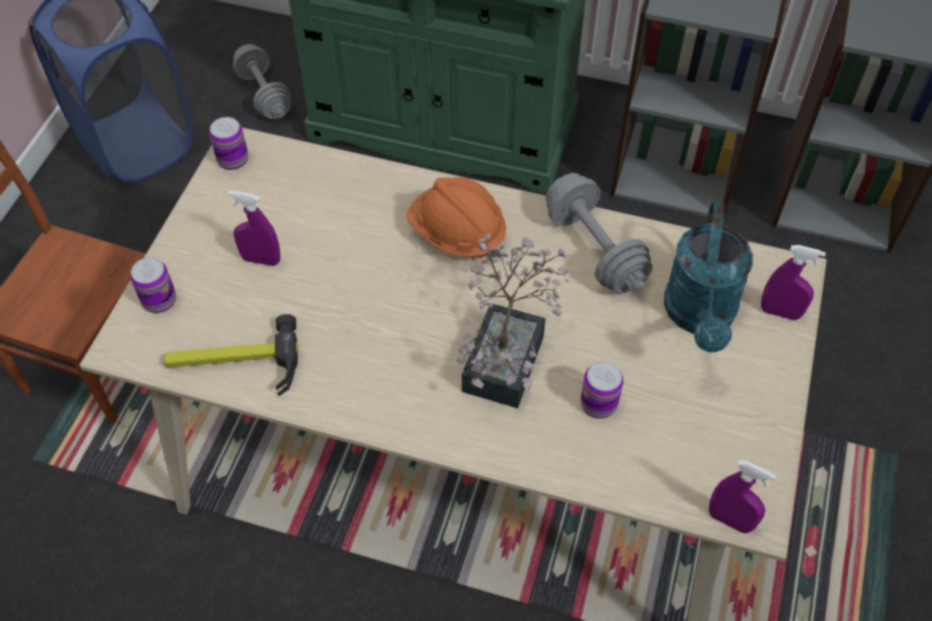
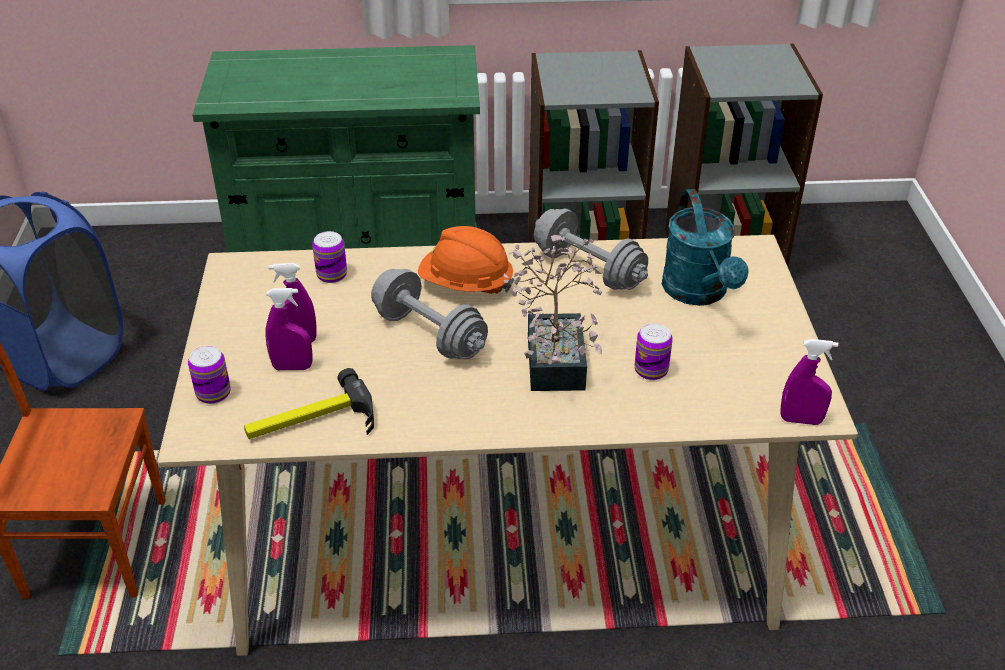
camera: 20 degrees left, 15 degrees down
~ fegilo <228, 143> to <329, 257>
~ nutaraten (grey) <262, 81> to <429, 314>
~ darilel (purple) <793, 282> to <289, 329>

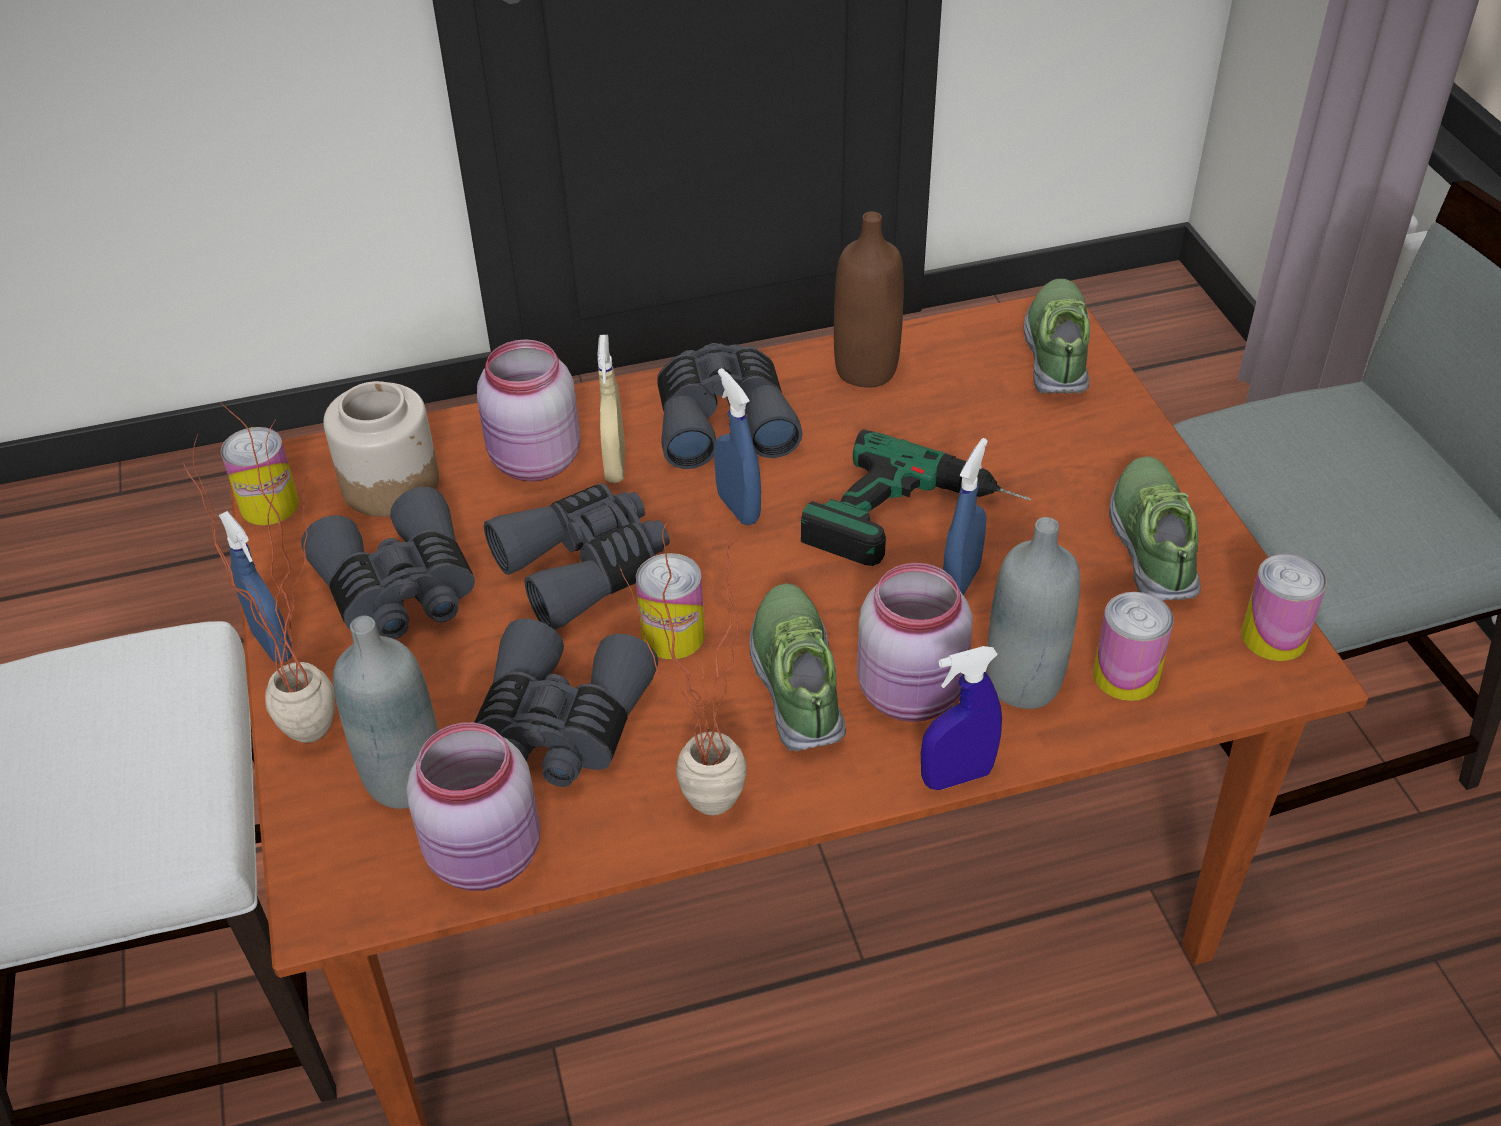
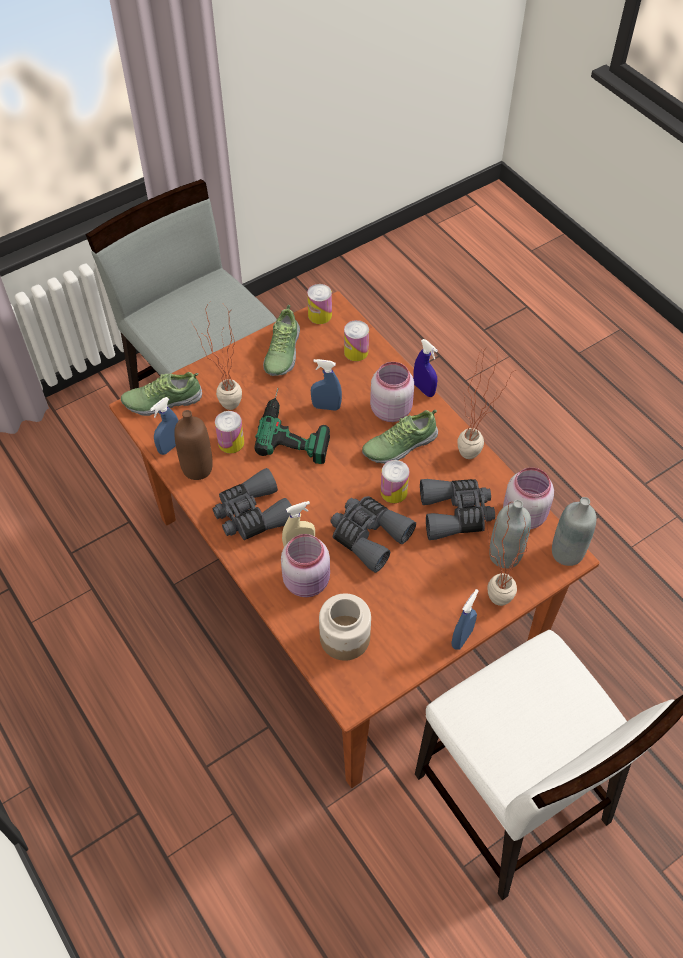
camera: 110 degrees left, 10 degrees up
~ fegilo <260, 476> to <229, 432>
- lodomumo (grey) <388, 563>
~ darilel (blue) <737, 446> to <164, 426>
~ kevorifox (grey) <1033, 613> to <574, 531>
~ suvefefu <1155, 528> = <281, 340> 60 degrees counterclockwise
+ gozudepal <216, 355>

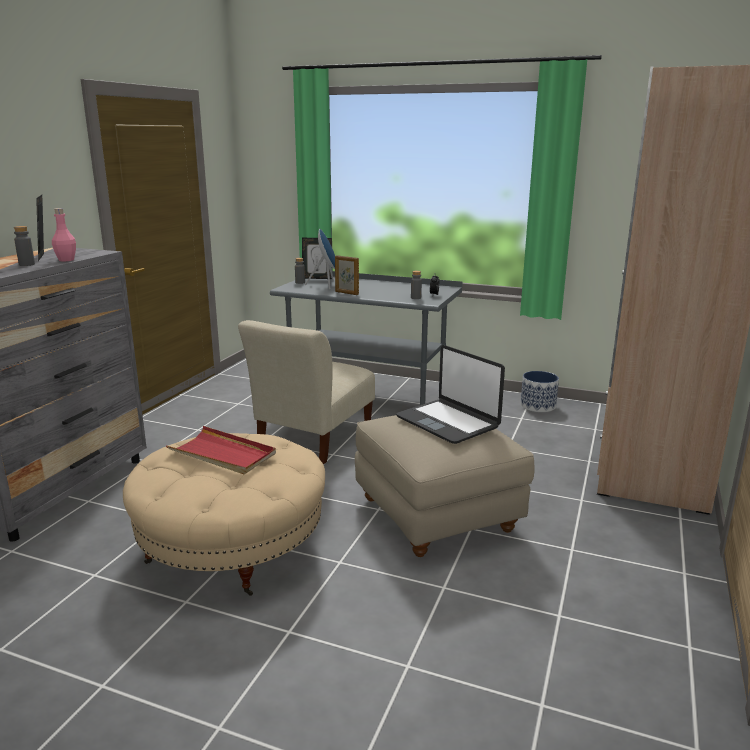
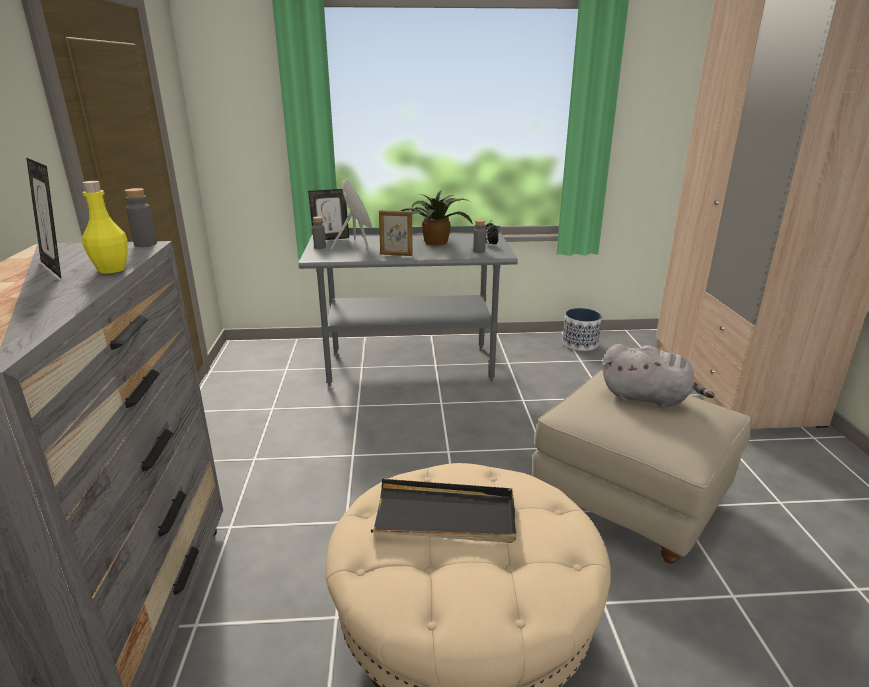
camera: 25 degrees left, 5 degrees up
~ kevorifox (grey) <24, 246> to <141, 217>
~ kevorifox (pink) <64, 234> to kevorifox (yellow) <105, 227>
~ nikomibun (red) <221, 450> to nikomibun (black) <444, 511>
- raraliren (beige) <306, 392>
~ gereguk <450, 394> to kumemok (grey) <658, 376>
+ gozudepal <437, 217>

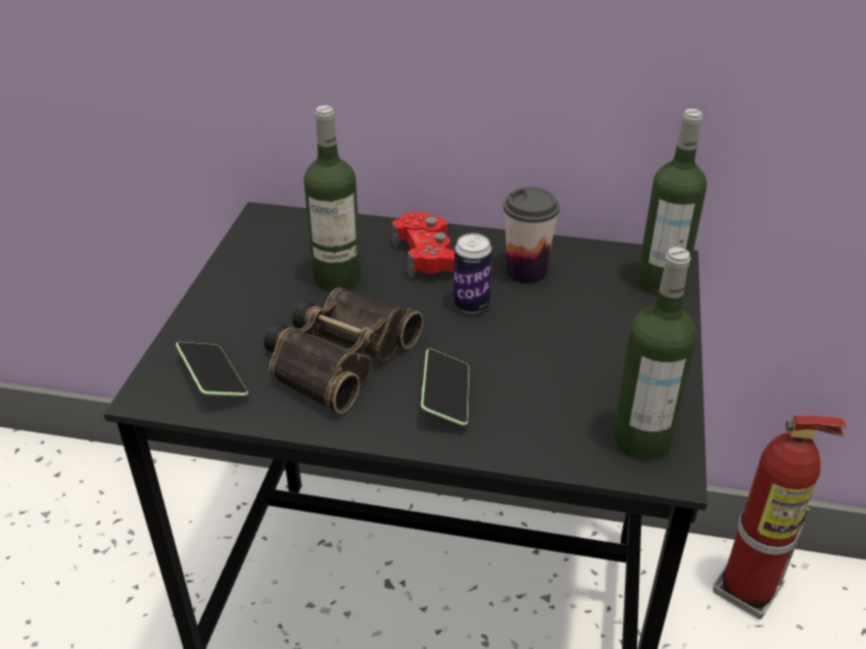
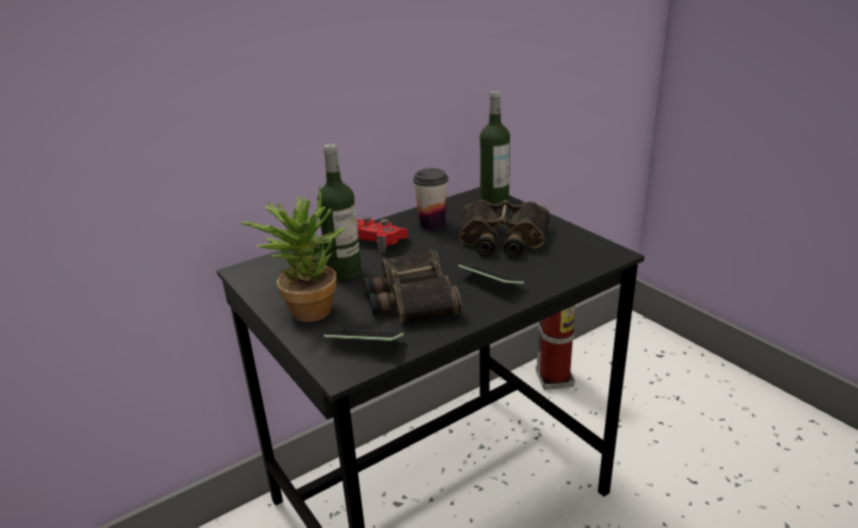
camera: 45 degrees left, 10 degrees down
- fegilo <473, 273>
- kevorifox <655, 353>
+ gozudepal <293, 253>
+ lodomumo <504, 228>

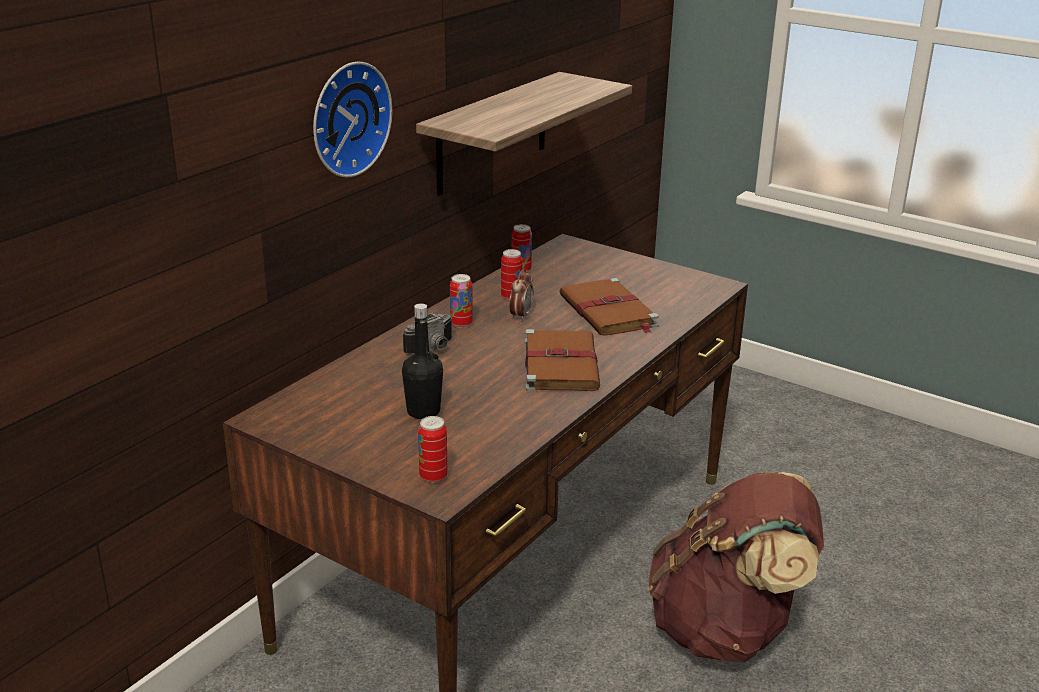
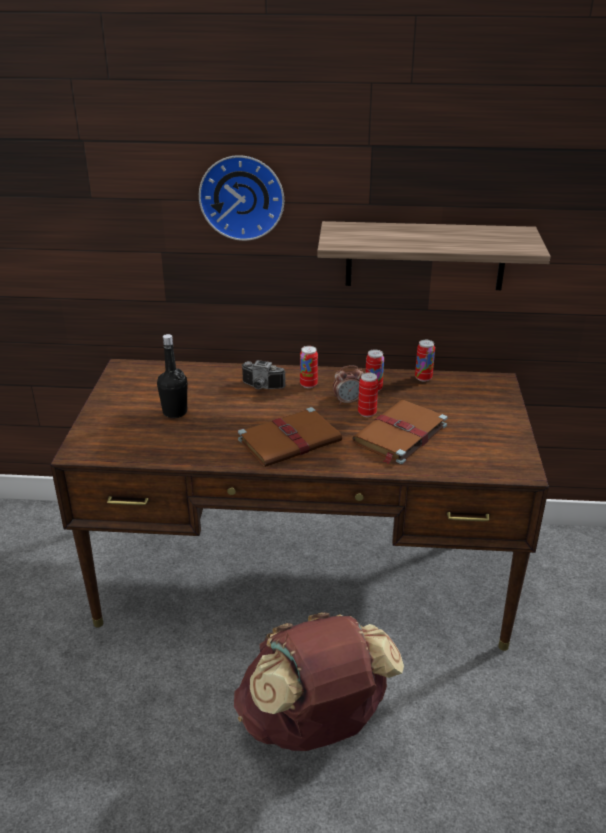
camera: 60 degrees right, 5 degrees up
~ fegilo <432, 449> to <368, 395>

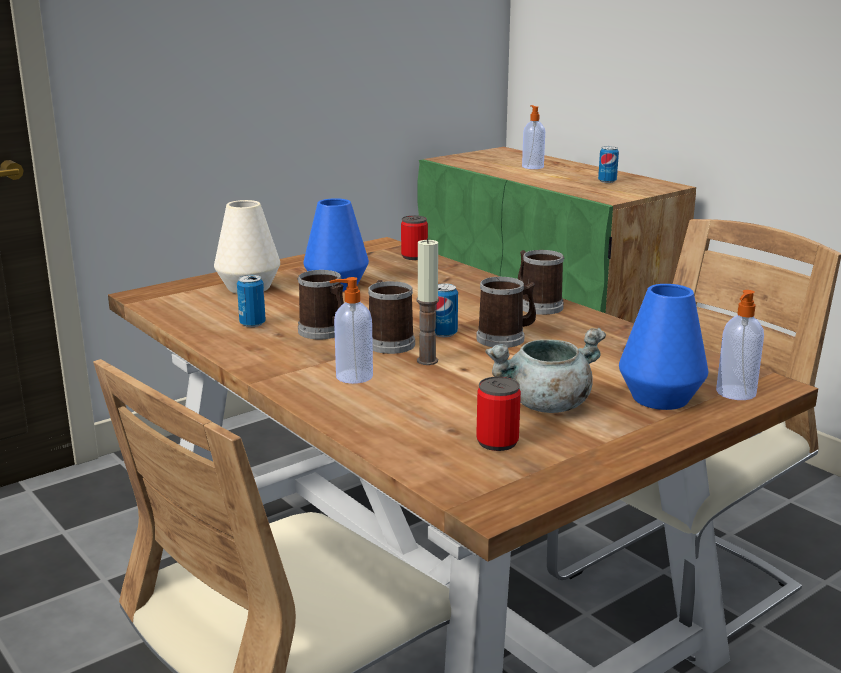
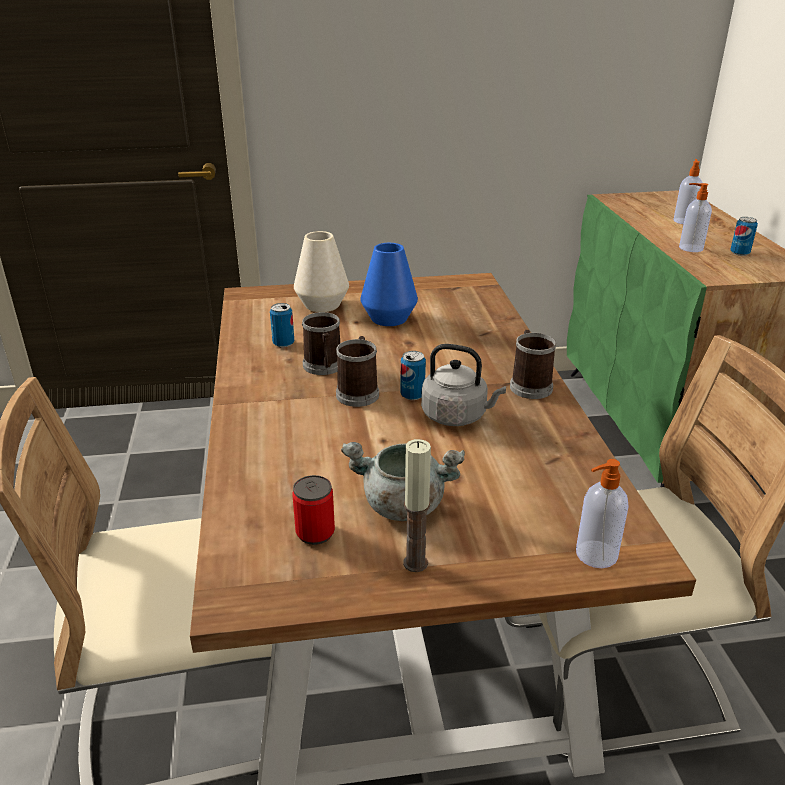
camera: 30 degrees right, 10 degrees up
~ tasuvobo <351, 330> to <695, 217>
- fegilo <414, 237>
~ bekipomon <428, 301> to <417, 505>
~ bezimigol <506, 312> to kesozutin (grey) <463, 385>
- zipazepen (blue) <663, 347>

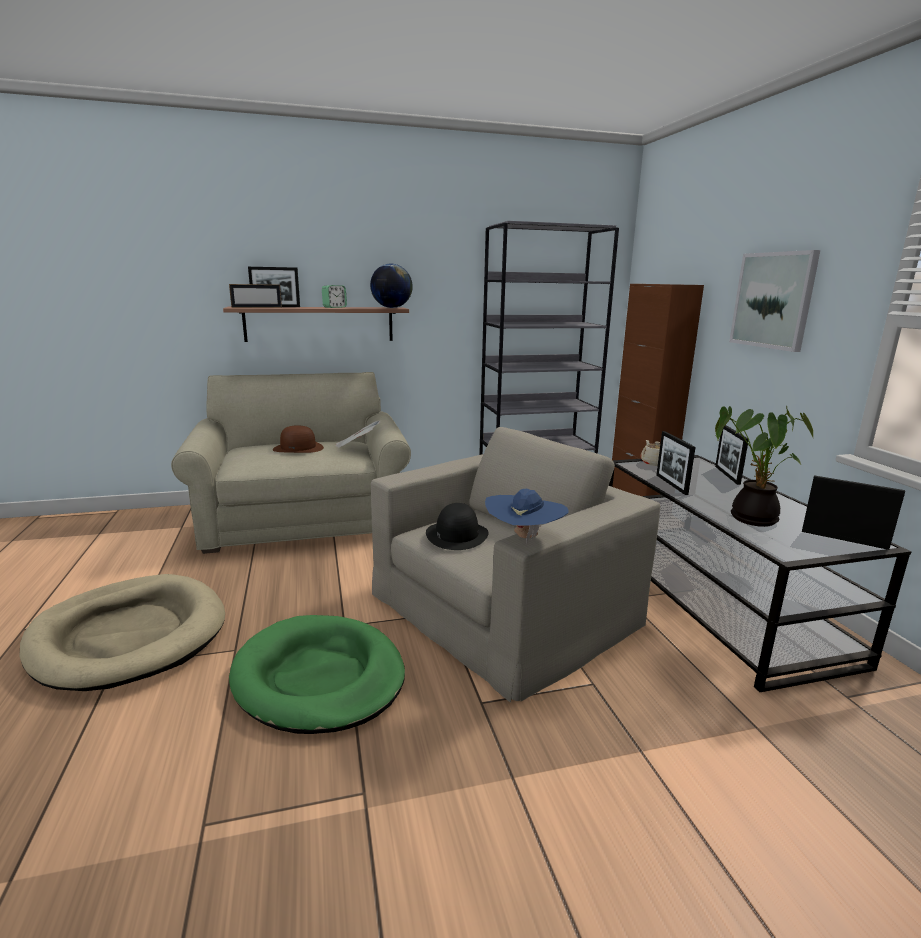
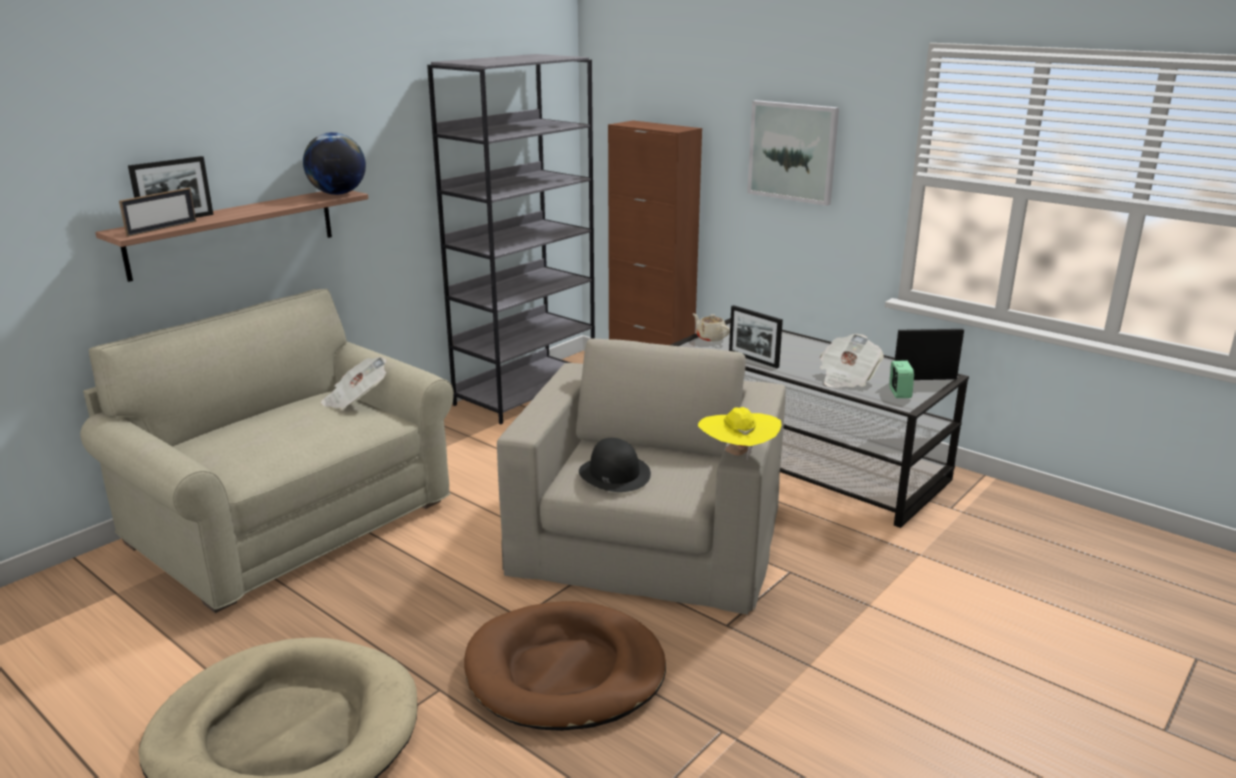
camera: 35 degrees left, 5 degrees up
~ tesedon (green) <317, 674> to tesedon (brown) <565, 666>
- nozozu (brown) <298, 439>
~ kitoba <334, 296> to <901, 379>
~ nozozu (blue) <527, 516> to nozozu (yellow) <740, 433>
~ gozudepal <764, 466> to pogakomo <852, 361>
- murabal <731, 455>

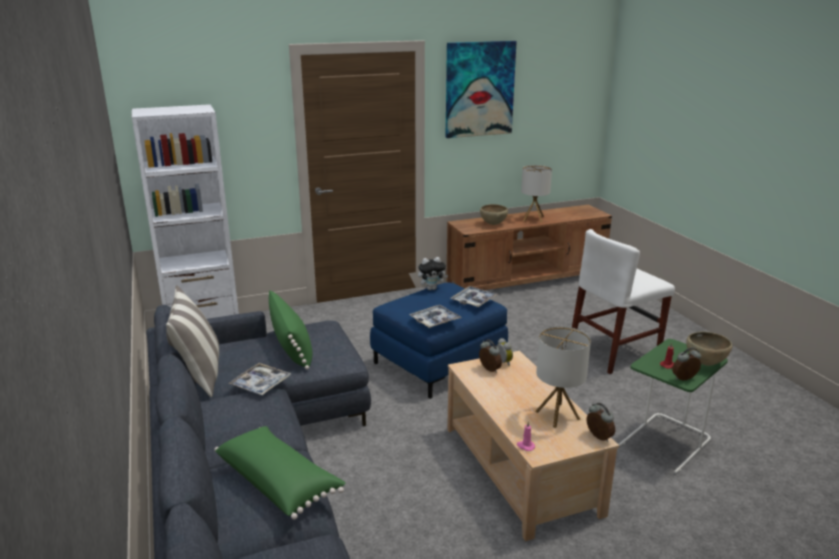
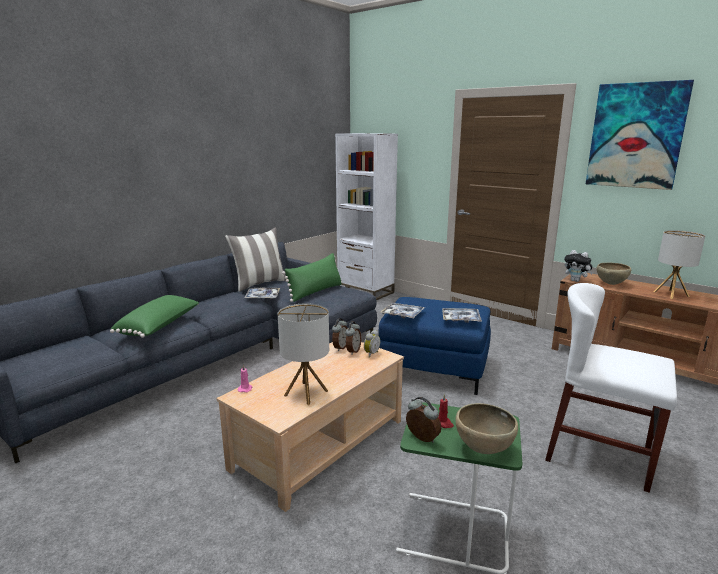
camera: 60 degrees right, 5 degrees down
~ kumemok <433, 273> to <578, 266>
~ kitoba <600, 422> to <340, 334>

